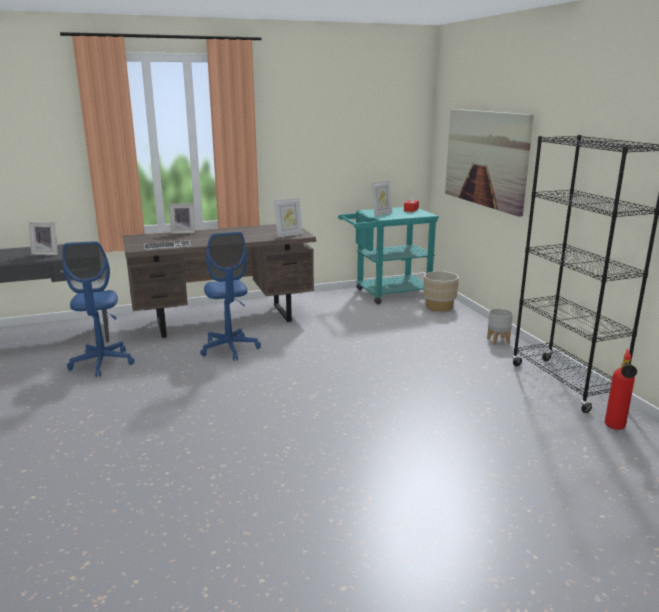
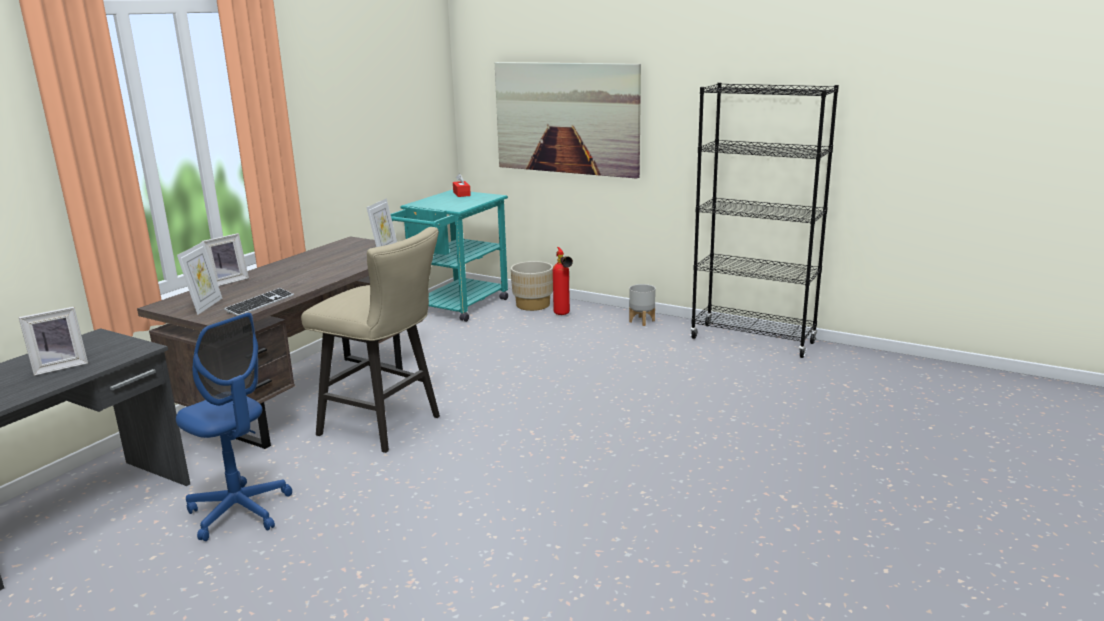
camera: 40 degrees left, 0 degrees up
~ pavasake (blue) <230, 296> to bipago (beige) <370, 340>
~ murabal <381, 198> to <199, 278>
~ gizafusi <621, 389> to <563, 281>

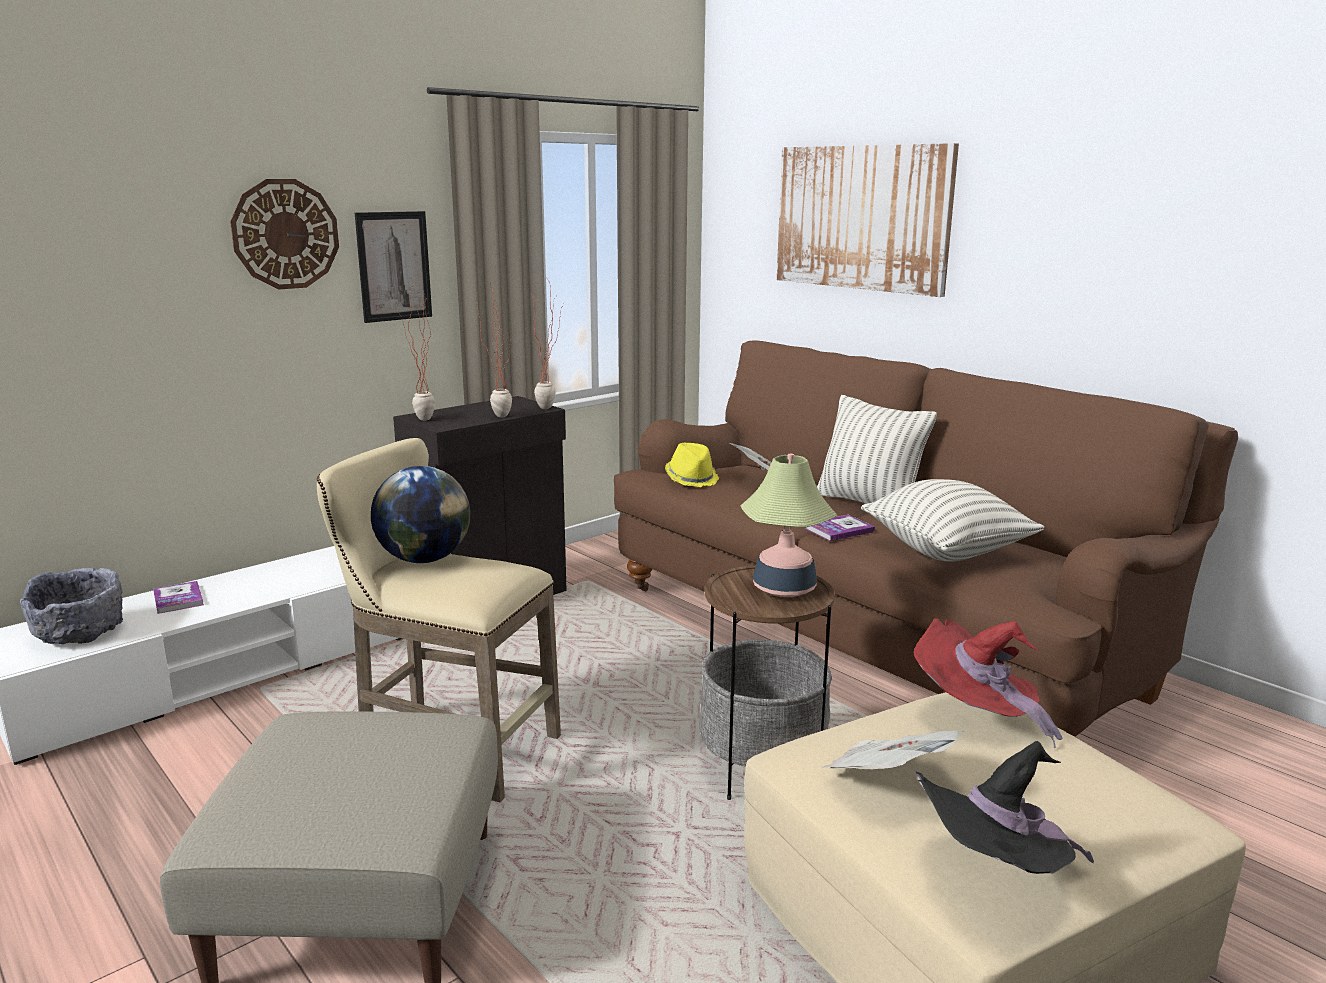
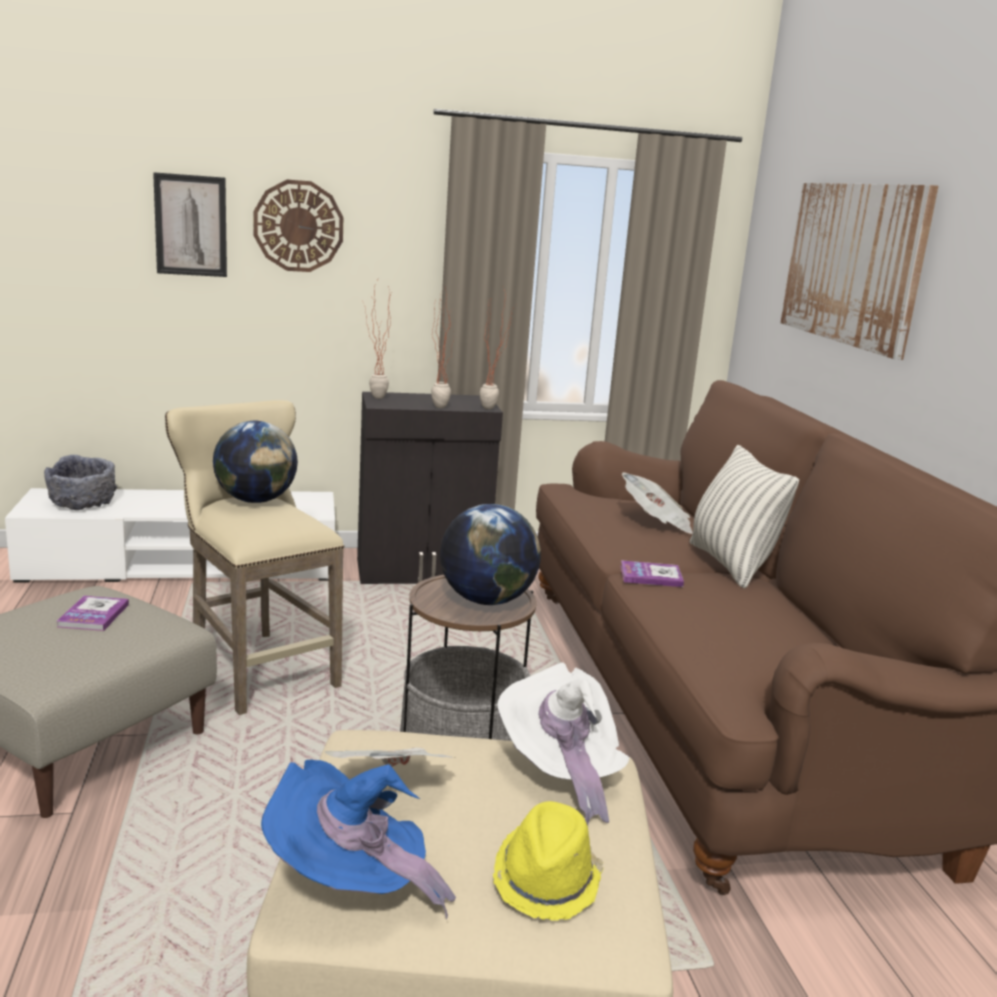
camera: 30 degrees right, 0 degrees up
~ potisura <178, 597> to <93, 613>
~ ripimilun <393, 267> to <190, 224>
~ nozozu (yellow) <692, 465> to <548, 861>
~ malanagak <789, 525> to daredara <490, 554>
- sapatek <952, 520>
~ nozozu (red) <988, 683> to nozozu (white) <563, 743>
~ nozozu (black) <1004, 807> to nozozu (blue) <358, 840>

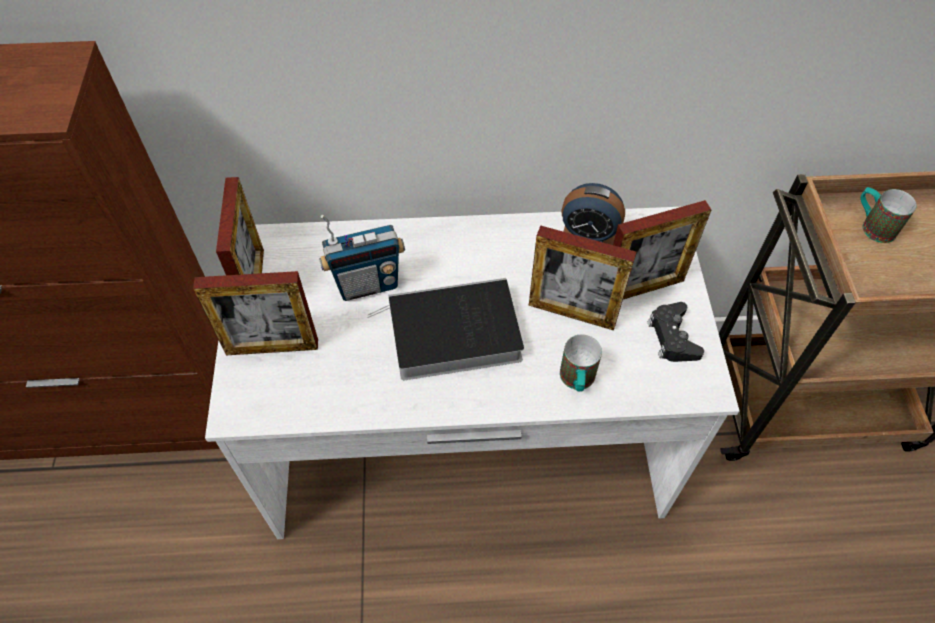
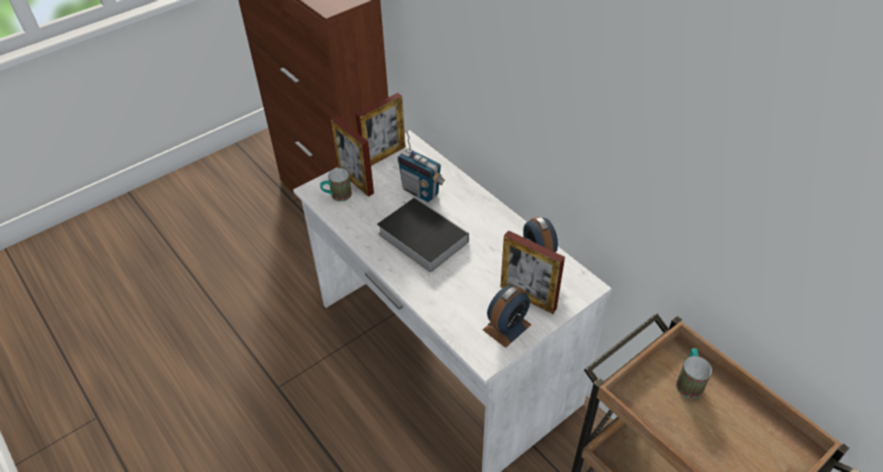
camera: 55 degrees right, 10 degrees down
- murabal <582, 278>
~ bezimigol <581, 363> to <336, 185>
~ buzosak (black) <676, 332> to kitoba <507, 317>

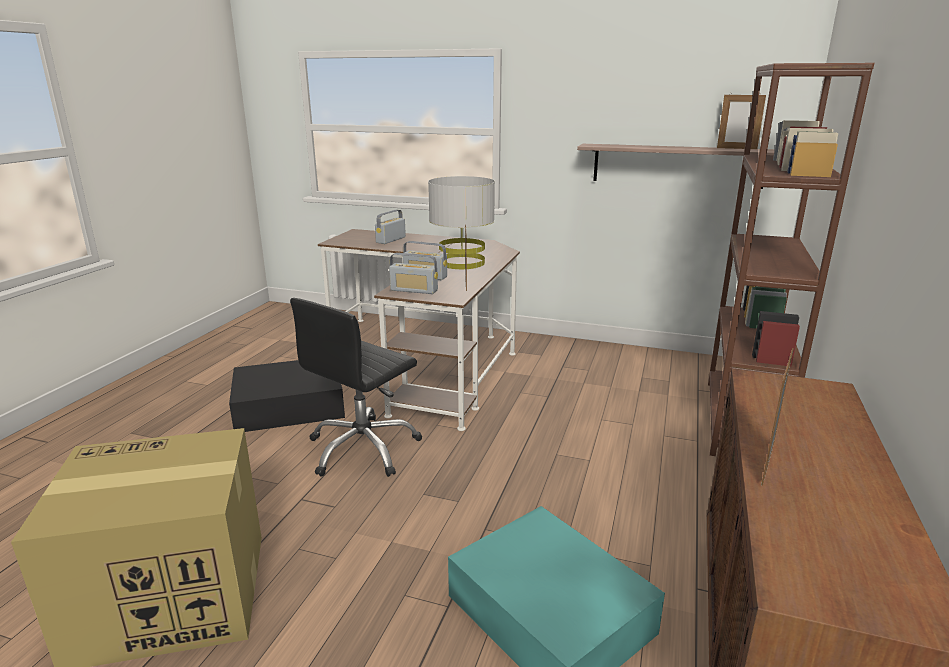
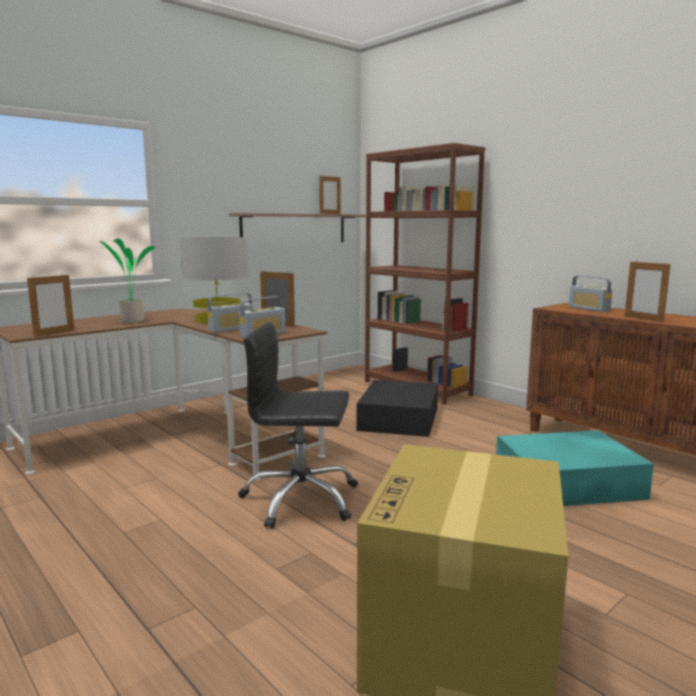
camera: 60 degrees left, 10 degrees down
~ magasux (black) <287, 396> to <397, 408>
~ pavasake (black) <356, 387> = <298, 425> 120 degrees clockwise
~ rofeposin <390, 227> to <591, 294>
+ murabal <50, 305>
+ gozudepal <128, 280>

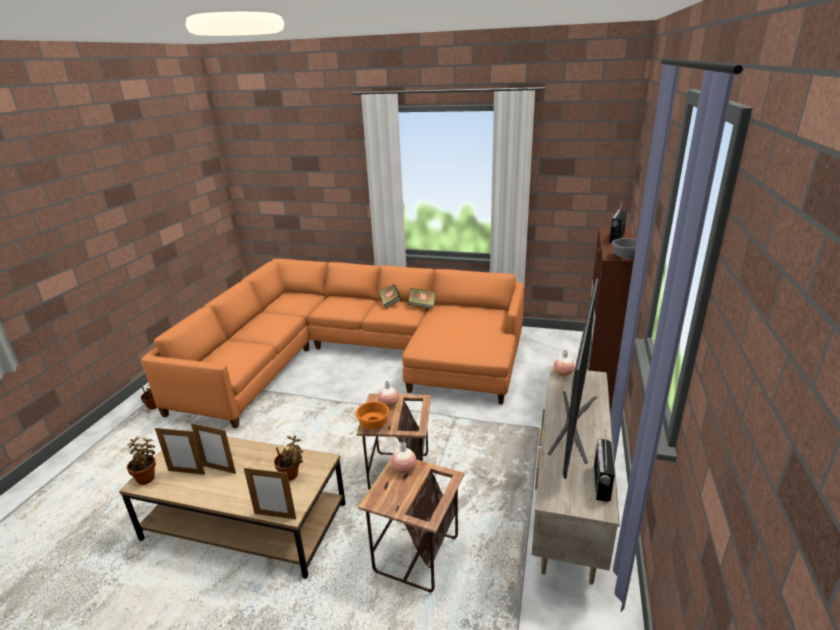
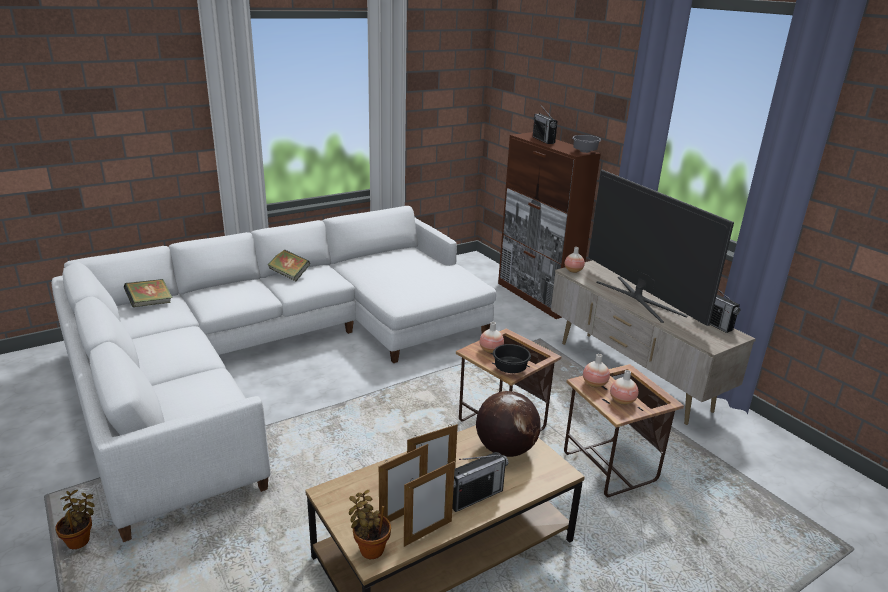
camera: 50 degrees left, 0 degrees up
~ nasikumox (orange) <332, 344> to nasikumox (white) <274, 374>
~ murabal <270, 493> to <429, 504>
~ gozudepal <288, 458> to daredara <508, 424>
~ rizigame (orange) <372, 415> to rizigame (black) <512, 358>
~ potisura <422, 298> to <148, 293>
+ rofeposin <480, 482>
+ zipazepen <624, 387>

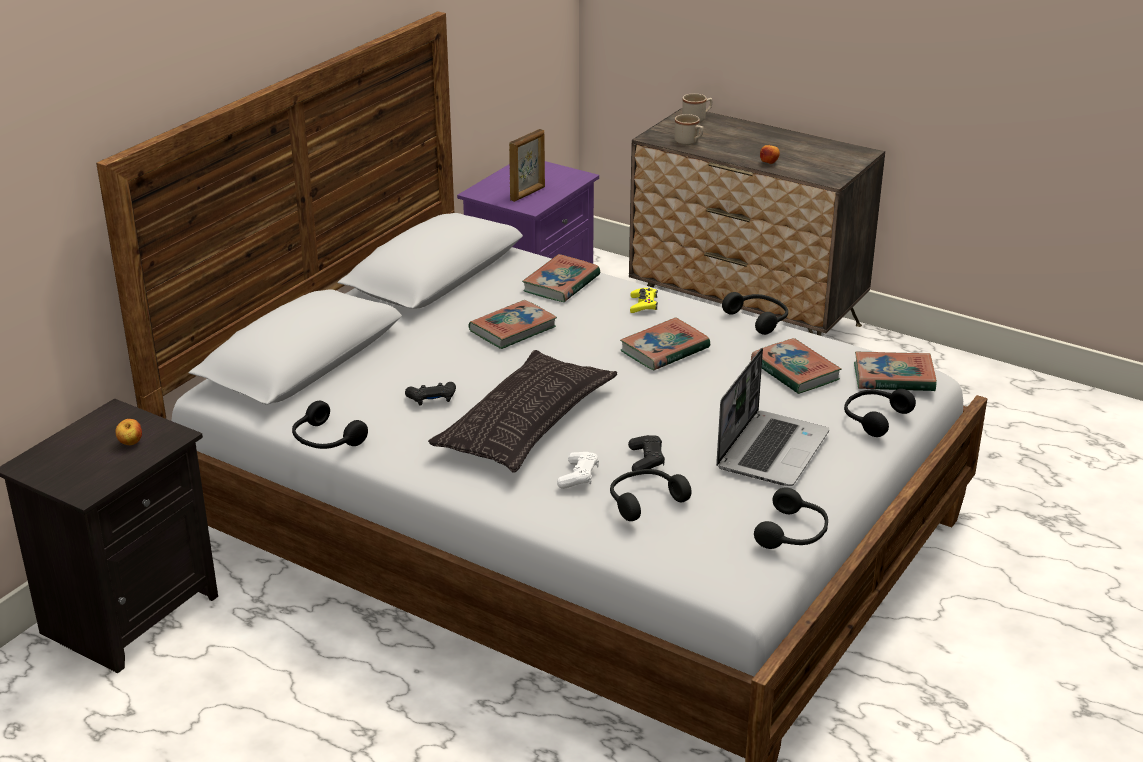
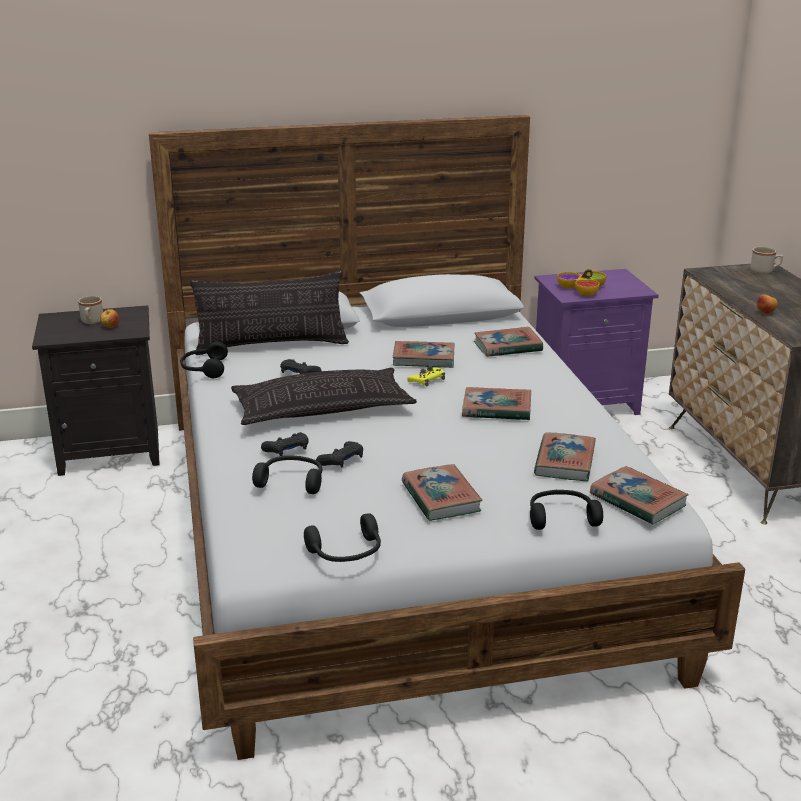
camera: 45 degrees right, 5 degrees down
~ murabal <527, 165> to rizigame <581, 282>
~ buzosak (white) <578, 470> to buzosak (black) <285, 444>
~ buzosak (yellow) <644, 300> to <426, 376>
~ bezimigol (beige) <689, 129> to <90, 310>
~ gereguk <772, 417> to potisura <442, 492>
- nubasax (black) <755, 313>
+ sapatek <269, 313>

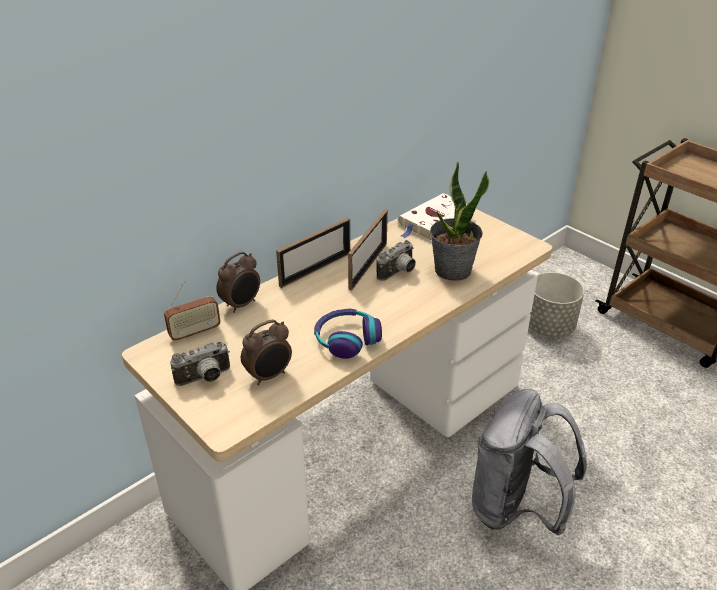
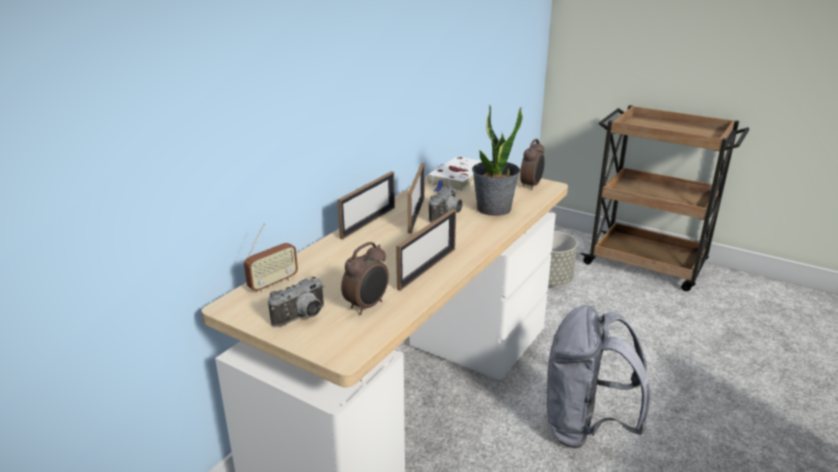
camera: 15 degrees left, 10 degrees down
~ kitoba <238, 282> to <532, 164>
~ nubasax <348, 334> to murabal <426, 250>

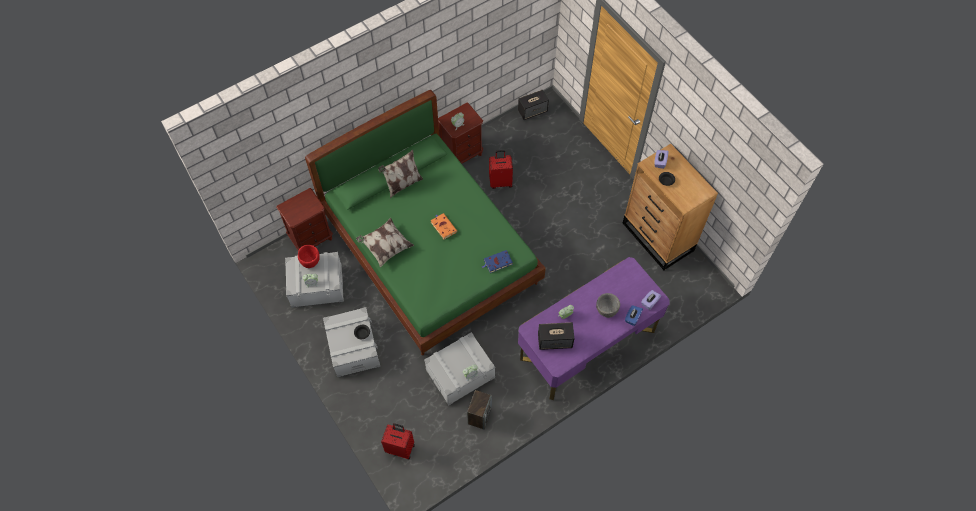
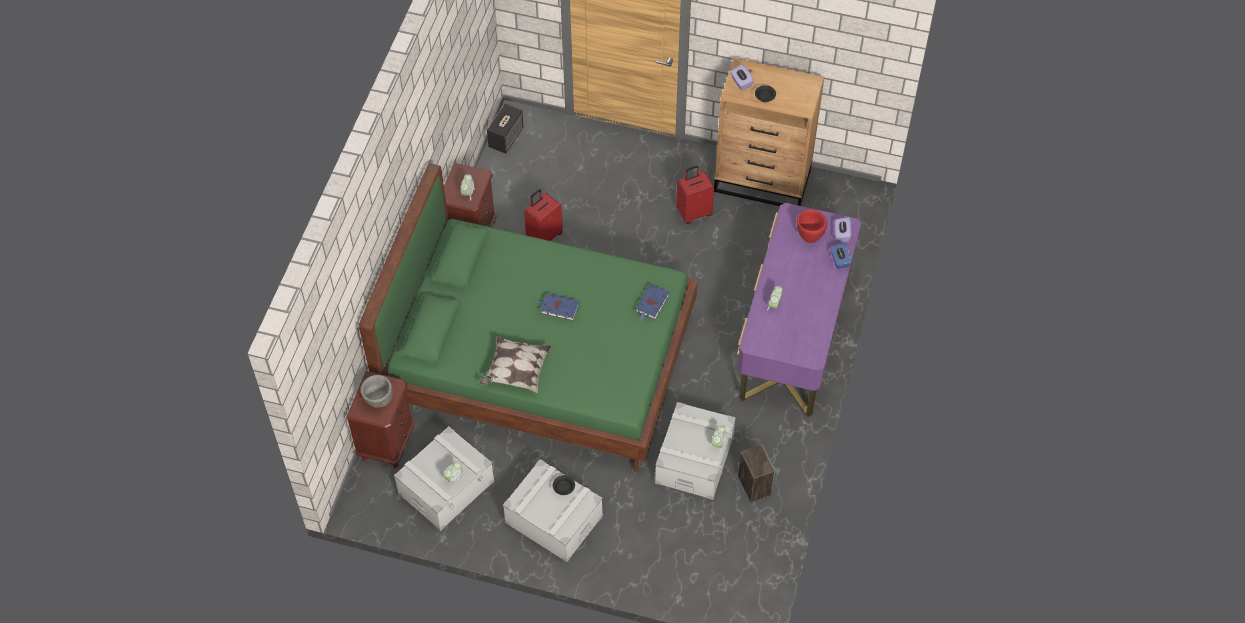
camera: 40 degrees left, 5 degrees down
~ rizigame (red) <309, 256> to <812, 226>
- sapatek <400, 174>
~ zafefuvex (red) <398, 441> to <695, 194>
~ potisura (orange) <444, 226> to potisura (blue) <558, 307>
- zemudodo <556, 336>
~ rizigame (grey) <608, 305> to <377, 391>

